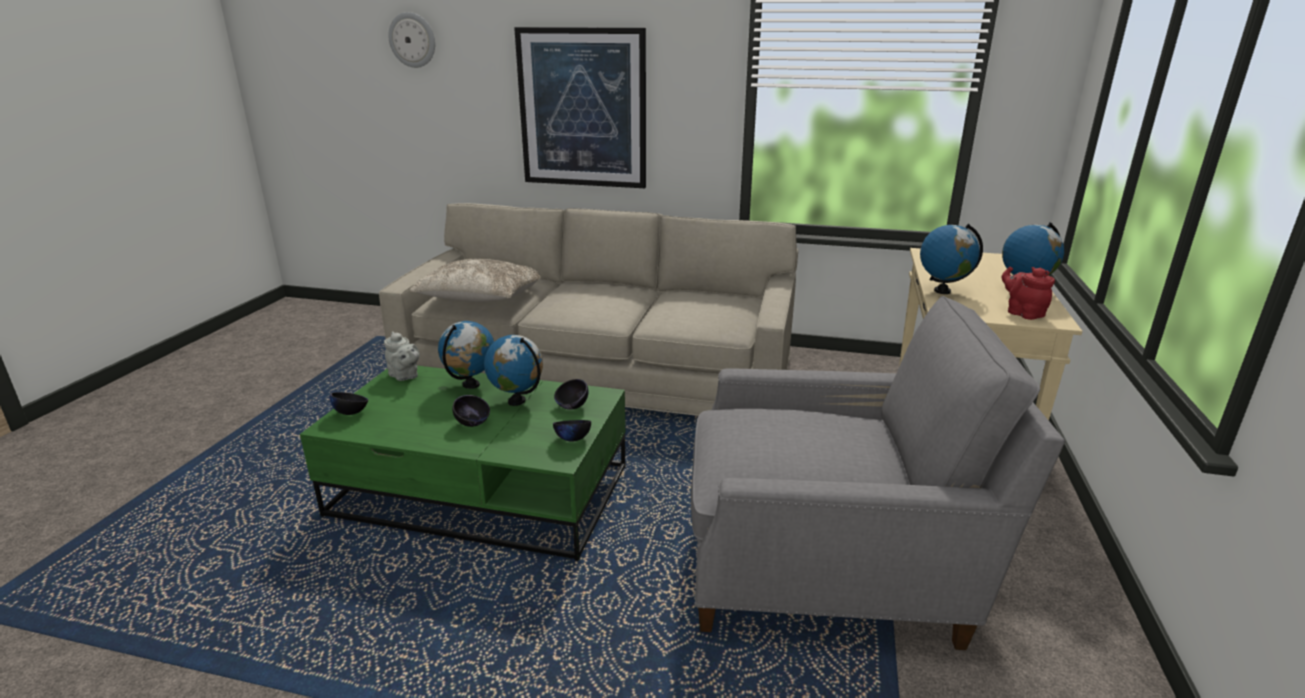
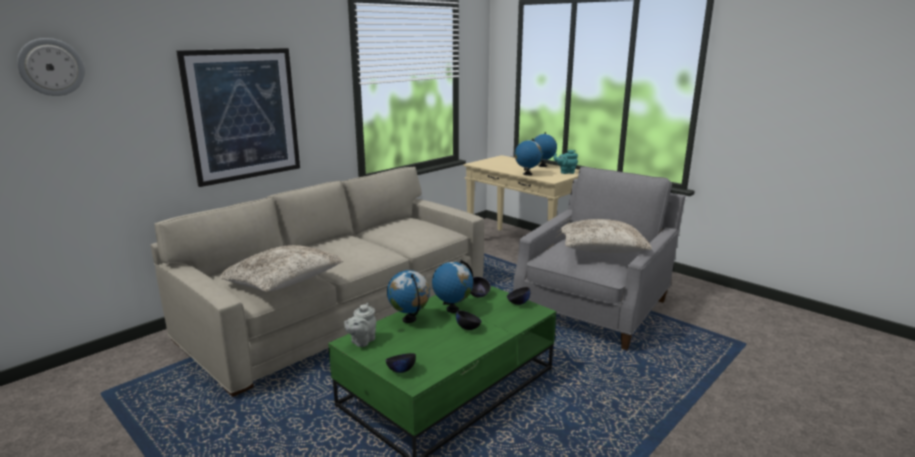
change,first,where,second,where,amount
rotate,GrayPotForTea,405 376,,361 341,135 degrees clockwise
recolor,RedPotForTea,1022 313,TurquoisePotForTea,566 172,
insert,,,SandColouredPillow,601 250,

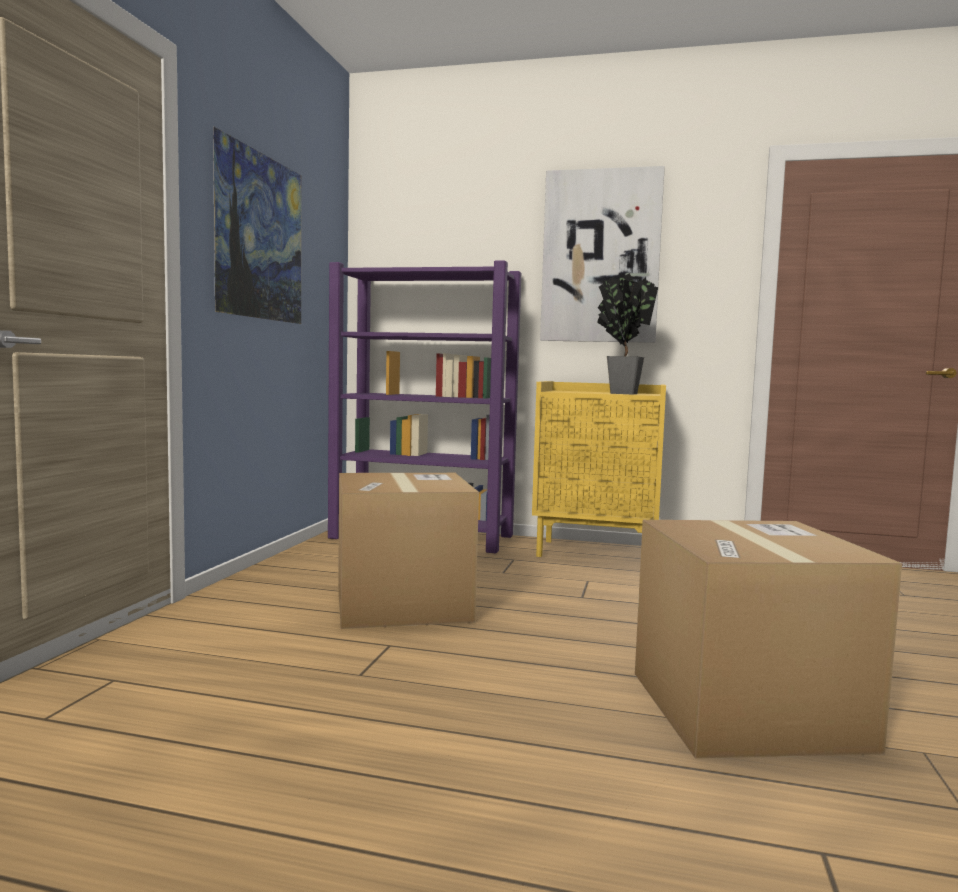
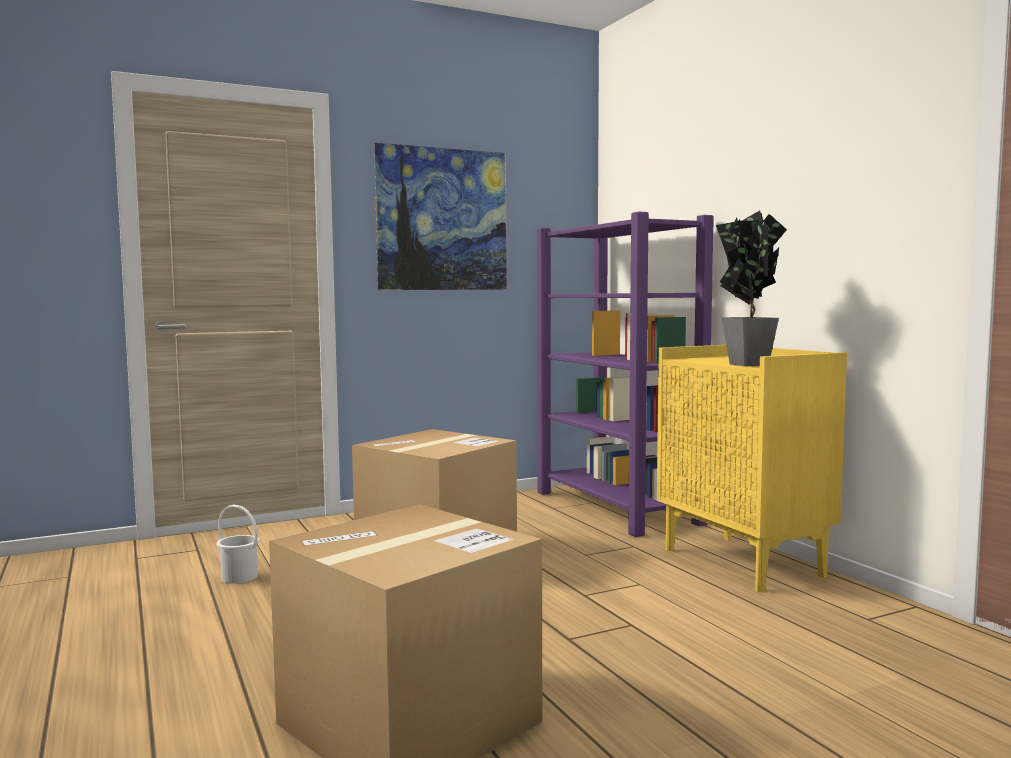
change,first,where,second,where,amount
delete,WallPicture,600 257,,,
insert,,,WhiteWaterBucket,239 577,

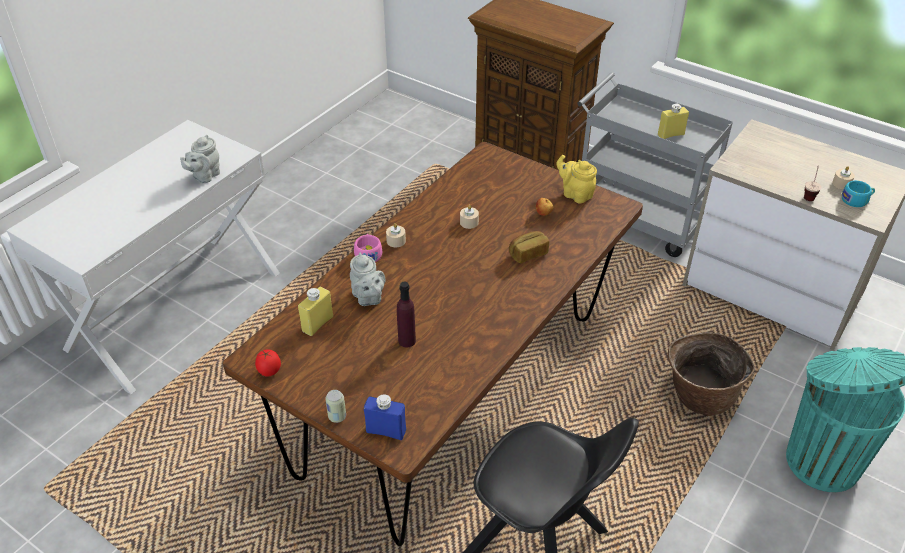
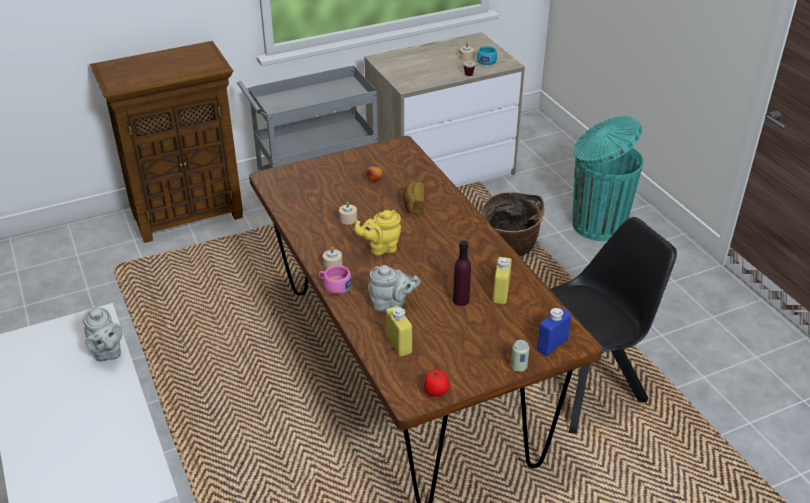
change,first,where,second,where,amount
move,YellowColouredPotForTea,575 194,,380 248,
move,YellowColouredDrinkBottle,670 135,,501 293,

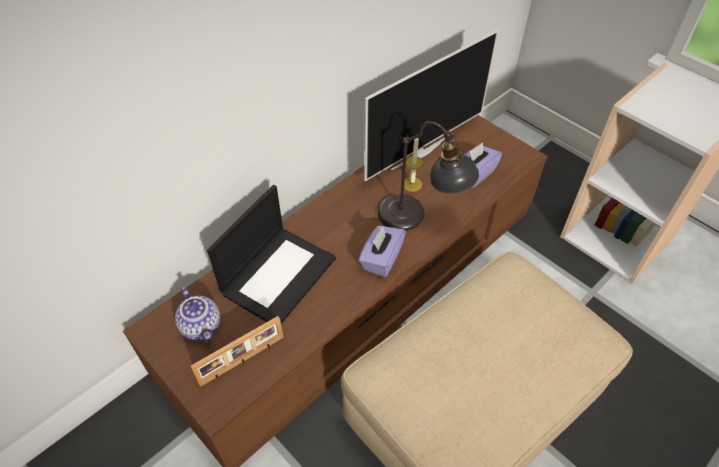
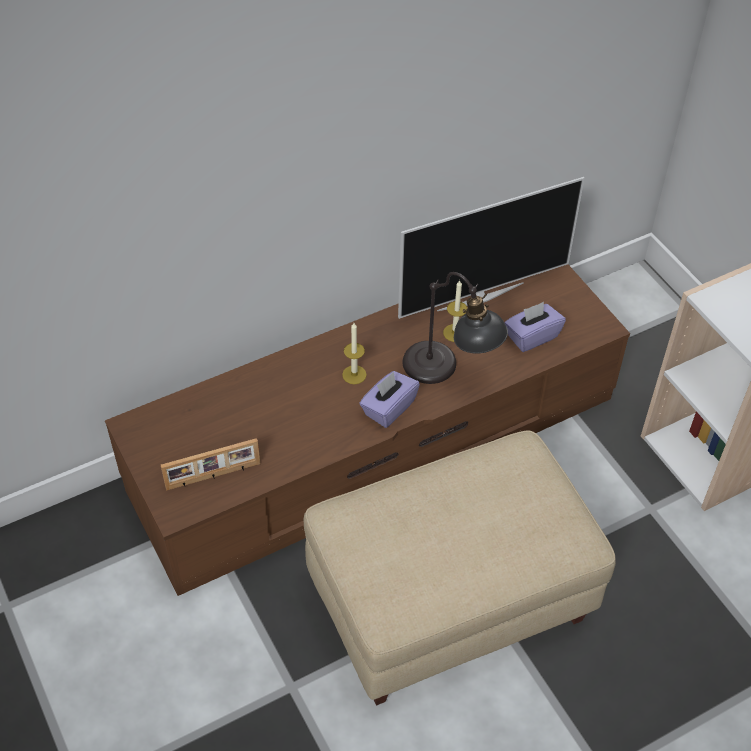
change,first,where,second,where,amount
delete,PotForTea,202 326,,,
delete,NotebookComputer,279 274,,,
insert,,,WaxCandle,354 374,

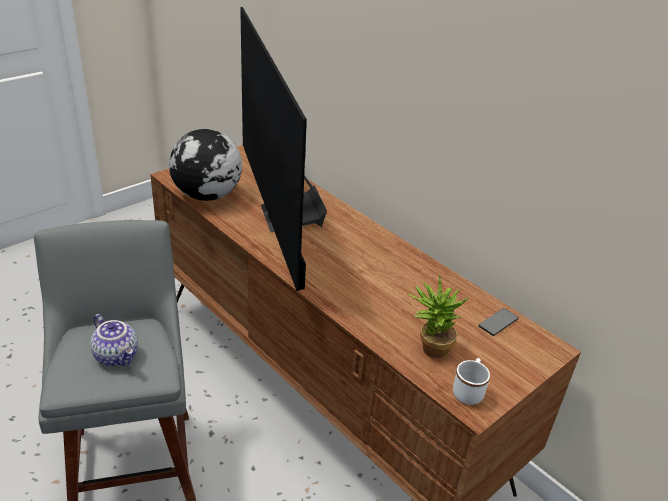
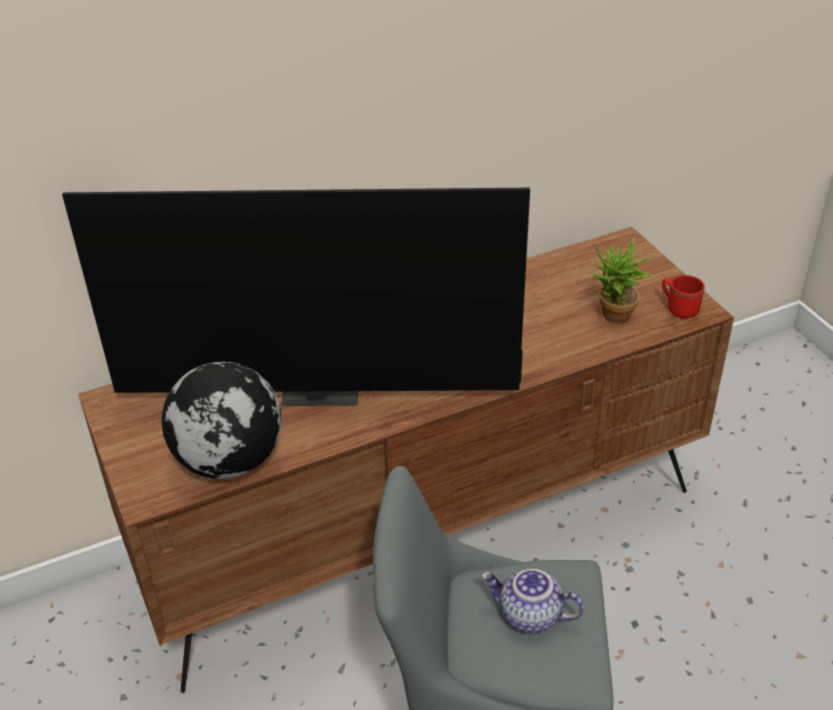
change,first,where,second,where,amount
rotate,PotForTea,117 355,,529 617,135 degrees counterclockwise
recolor,WhiteTeaMug,469 391,RedTeaMug,678 308,
delete,Phone,498 322,,,

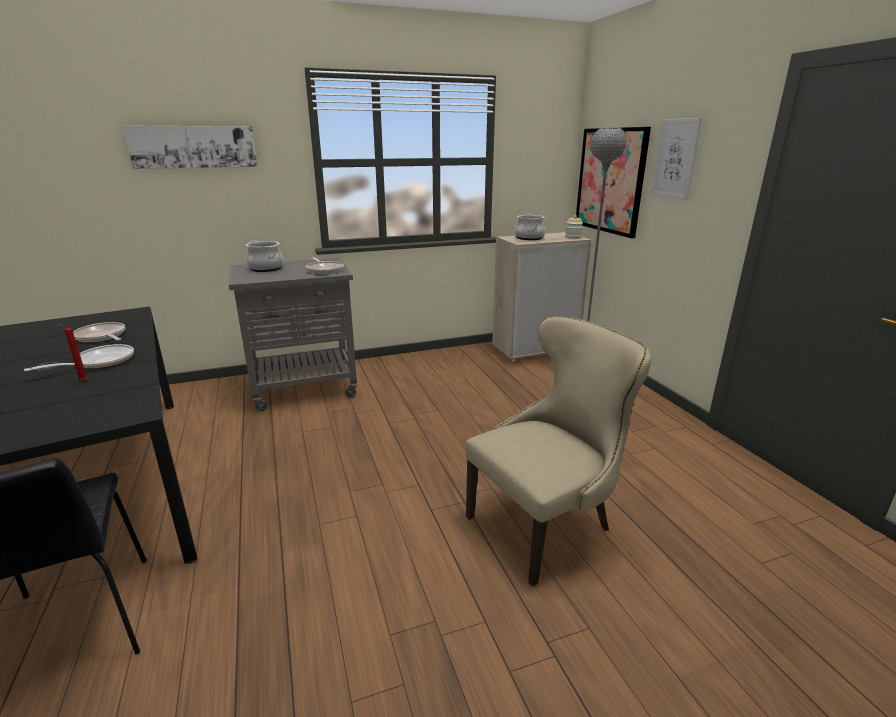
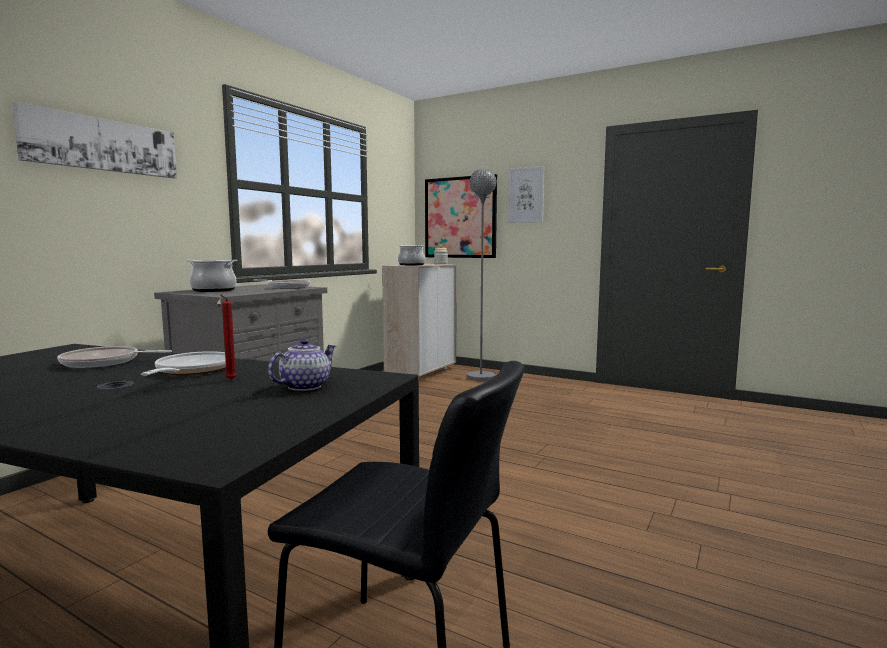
change,first,where,second,where,amount
delete,SandColouredPlainChair,545 525,,,
insert,,,PotForTea,304 386,

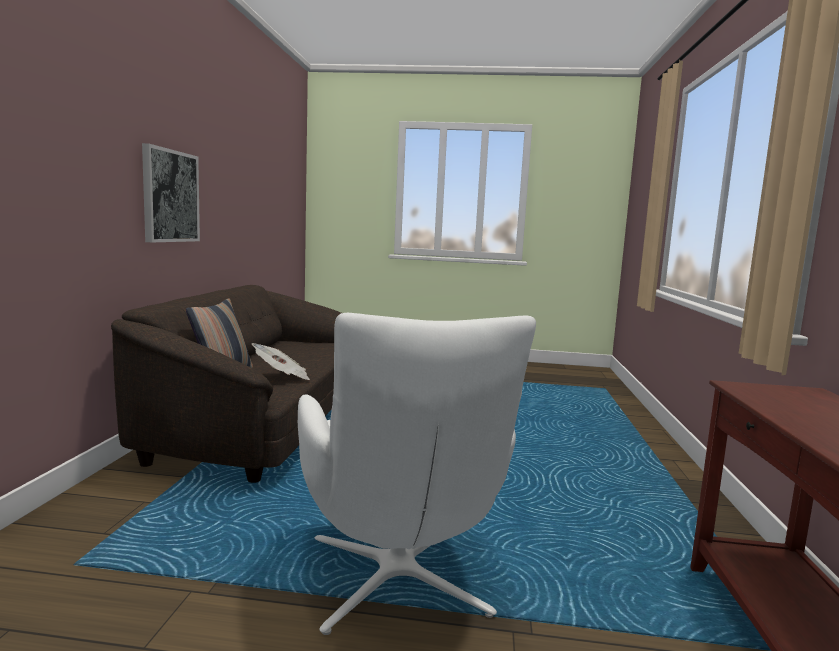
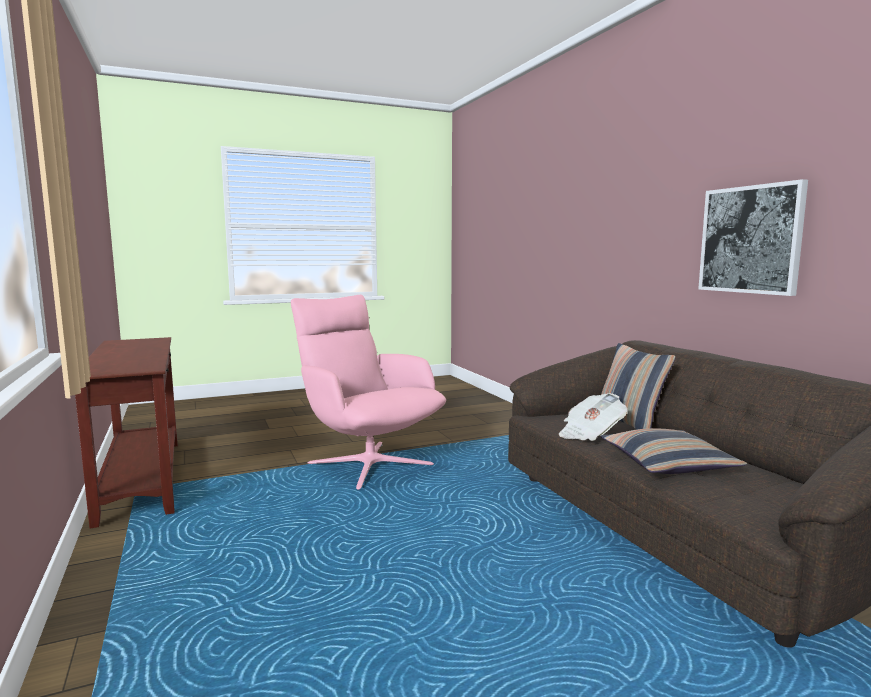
change,first,where,second,where,amount
recolor,WhiteArmchair,397 579,PinkishArmchair,368 464,
insert,,,Pillow,667 464,

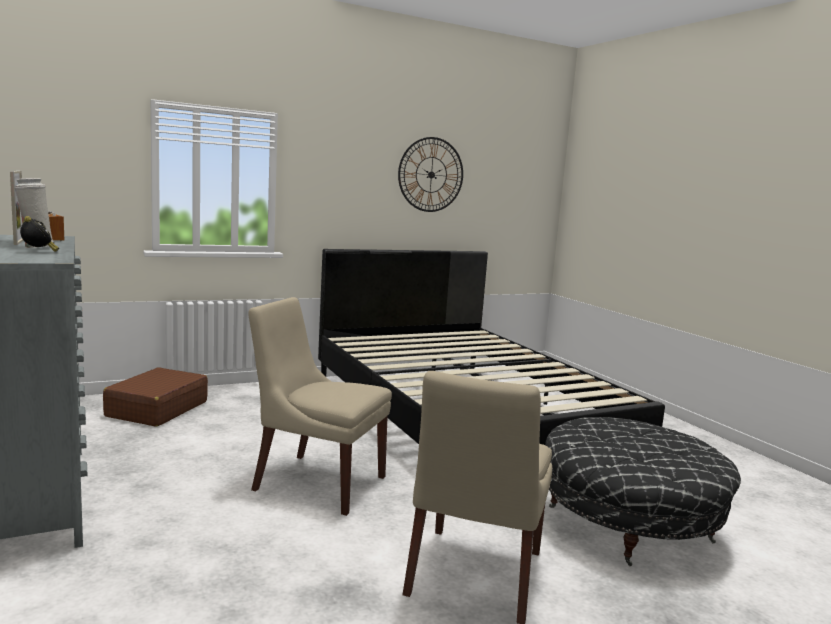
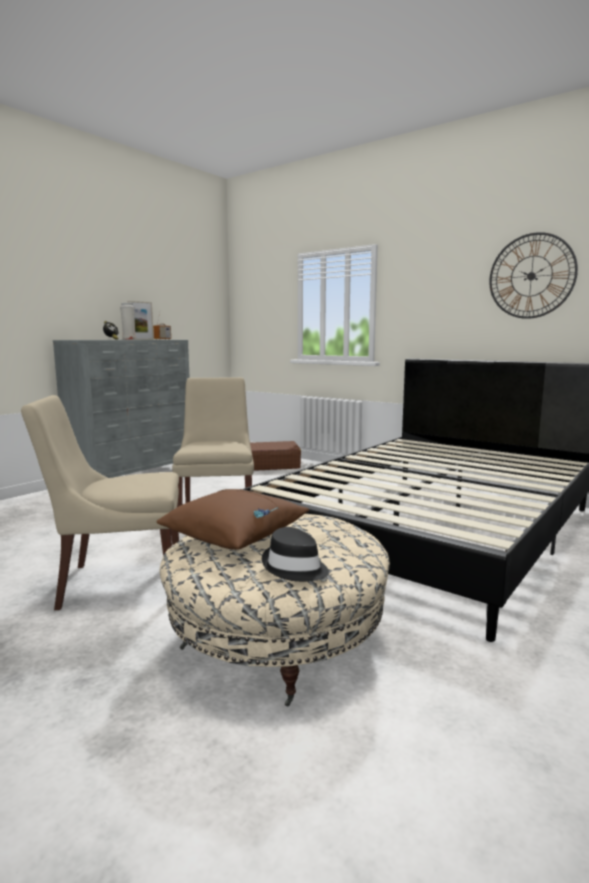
change,first,where,second,where,amount
recolor,BlackColouredOttoman,628 525,SandColouredOttoman,277 640,
insert,,,BrownColouredPillow,234 536,
insert,,,BlackColouredHat,294 568,

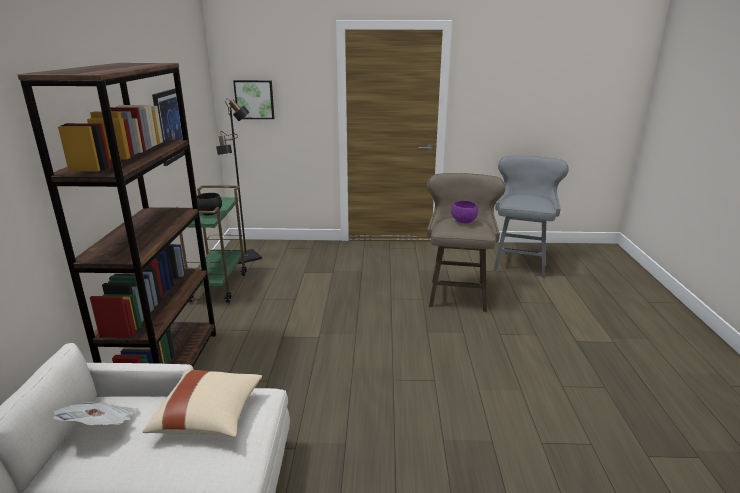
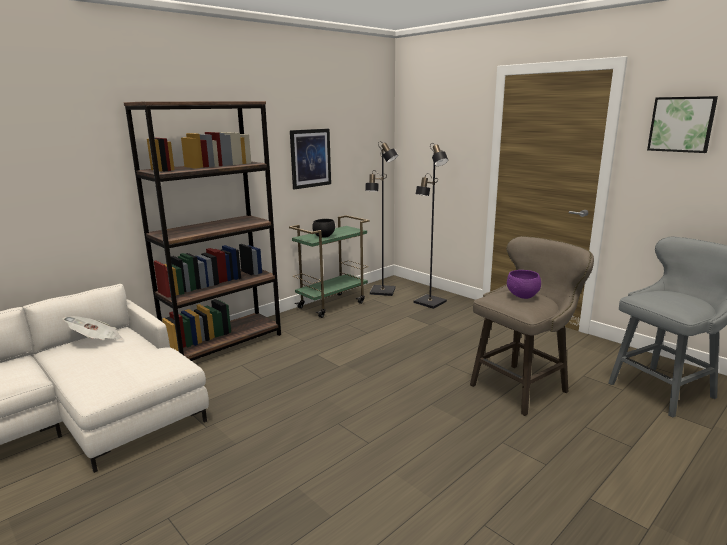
change,first,where,second,where,amount
delete,SandColouredPillow,209 416,,,
move,WallPicture,254 99,,681 124,
insert,,,BlackColouredFloorLamp,430 302,

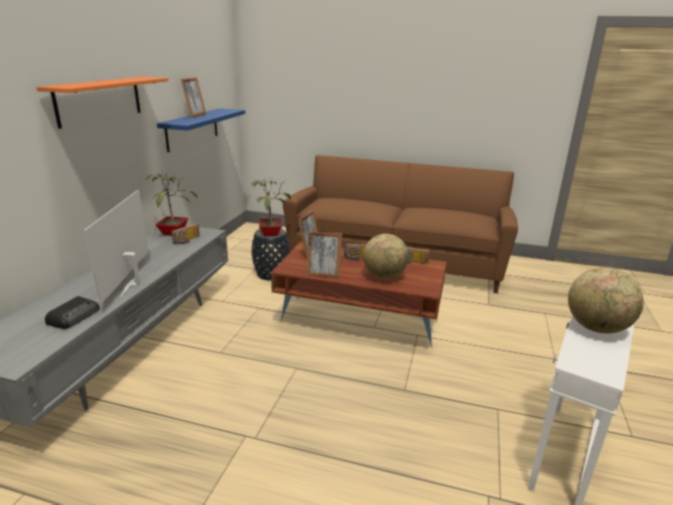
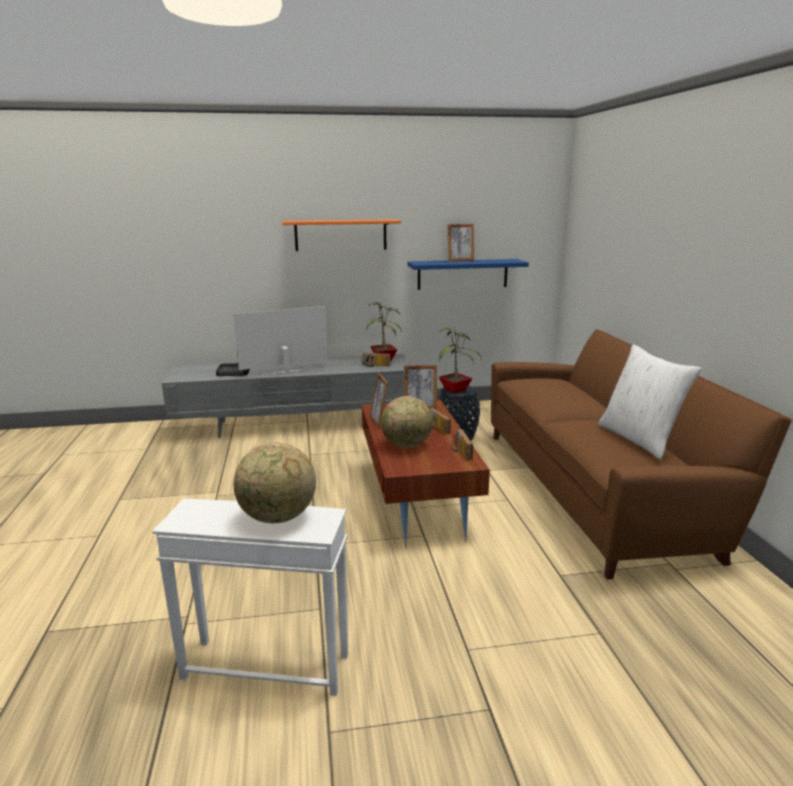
change,first,where,second,where,amount
insert,,,WhitePillow,639 439,

